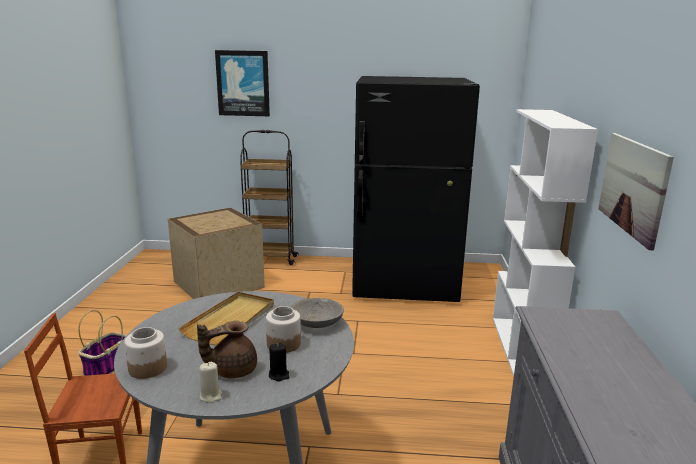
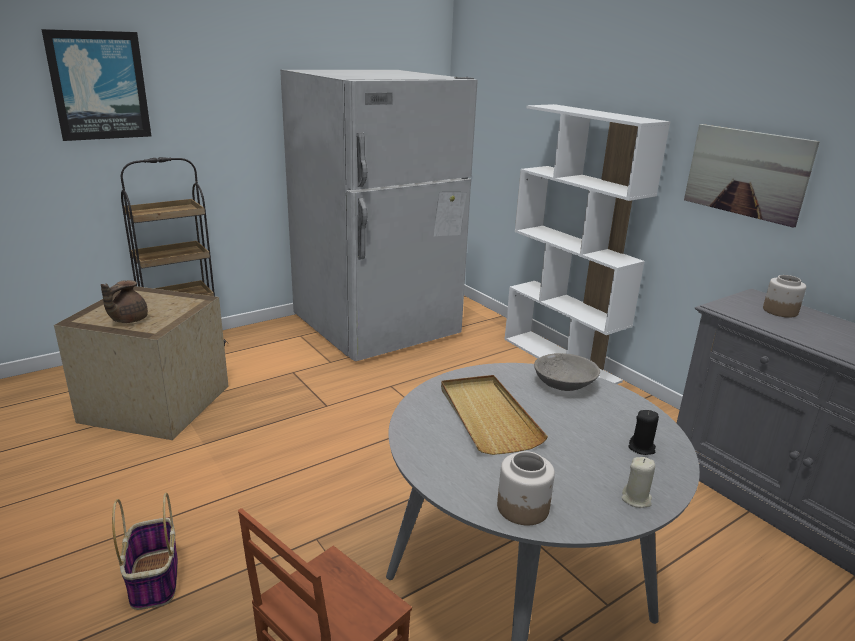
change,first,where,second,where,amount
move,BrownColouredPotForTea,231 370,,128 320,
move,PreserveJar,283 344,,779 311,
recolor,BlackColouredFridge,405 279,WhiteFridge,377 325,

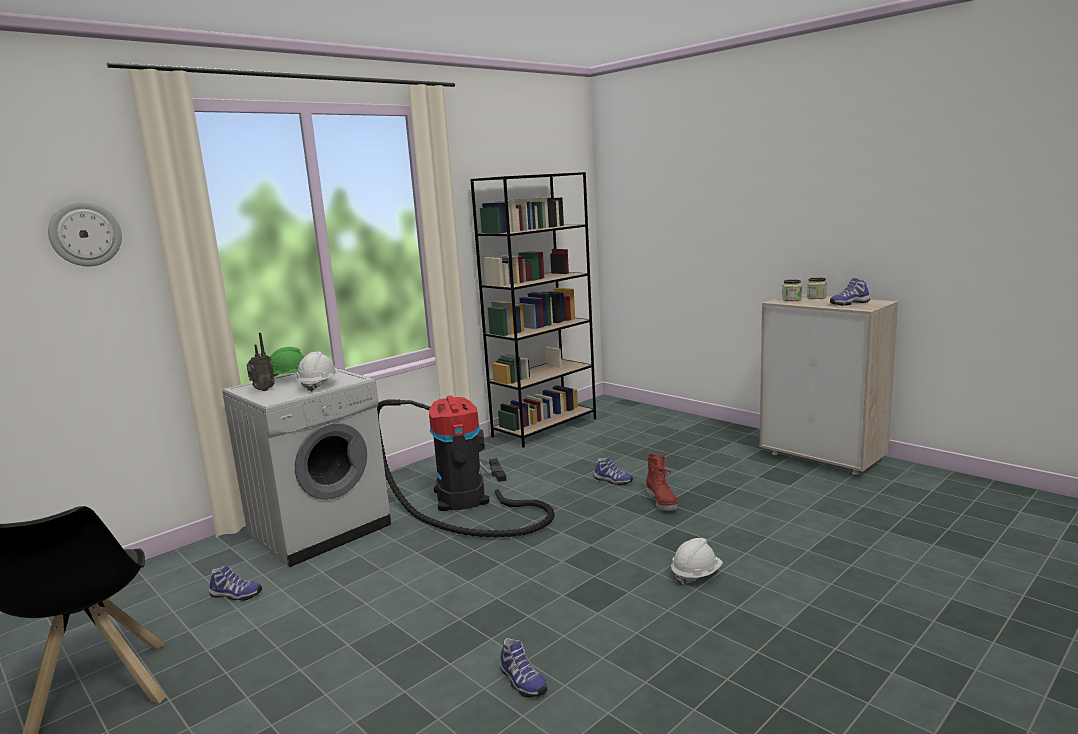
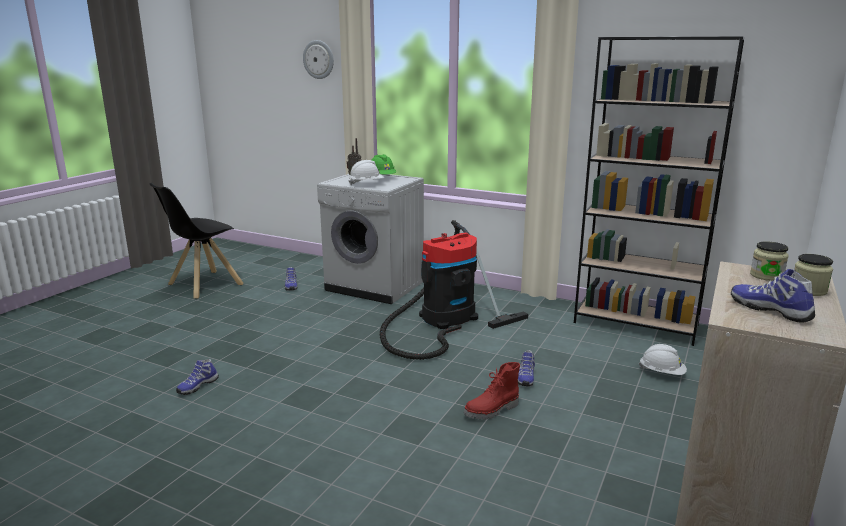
change,first,where,second,where,amount
move,WhiteSafetyHelmet,696 575,,662 373,

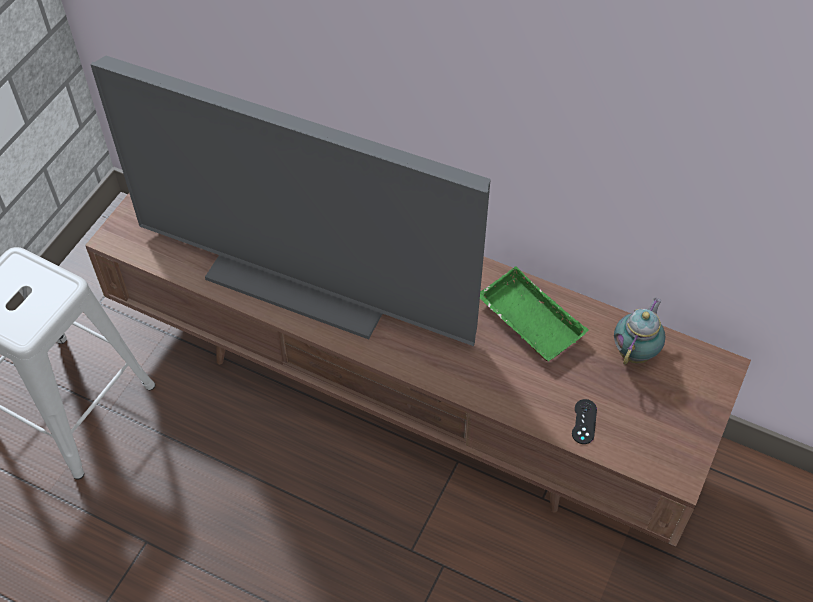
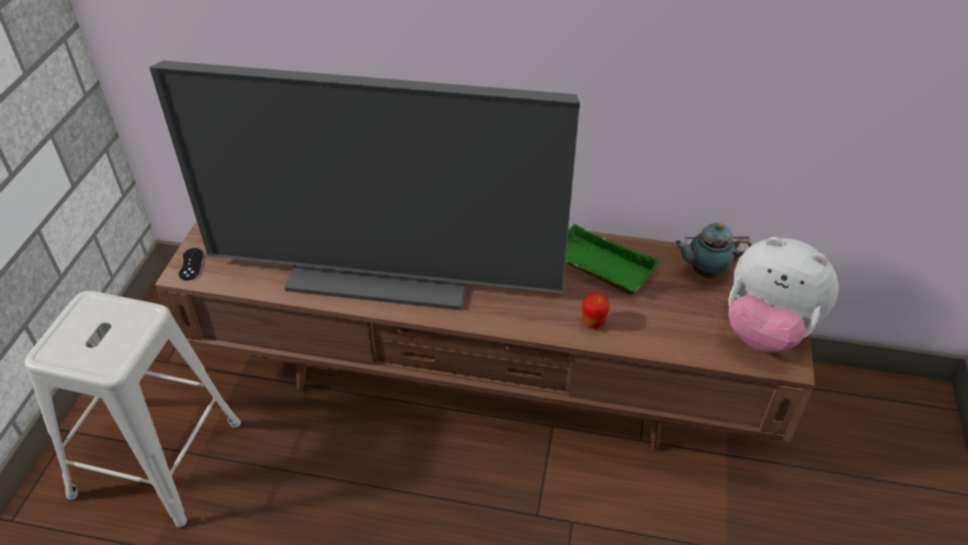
change,first,where,second,where,amount
move,BlackColouredJoypad,584 421,,191 264,
rotate,PotForTea,636 351,,704 272,105 degrees counterclockwise
insert,,,Apple,593 323,
insert,,,CuddlyToy,766 330,

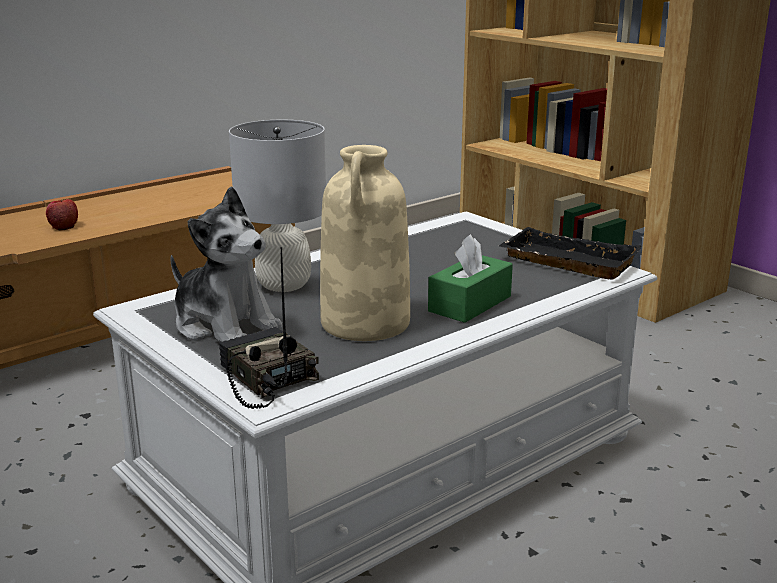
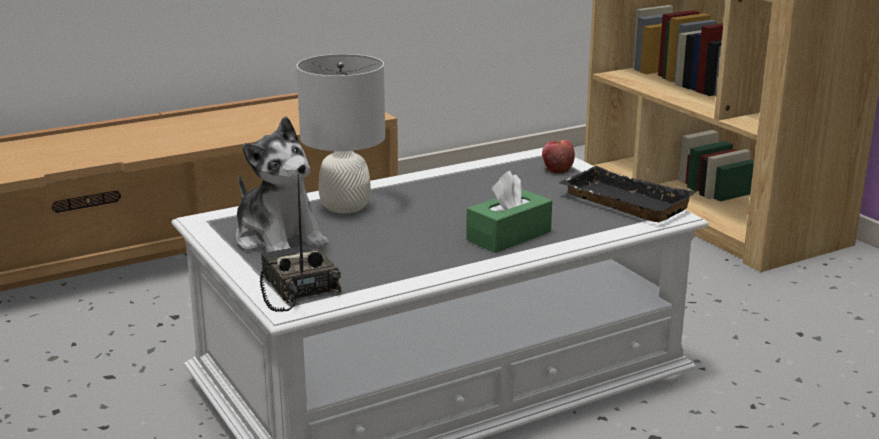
change,first,where,second,where,amount
move,Apple,63 226,,557 169,
delete,SandColouredVase,366 324,,,

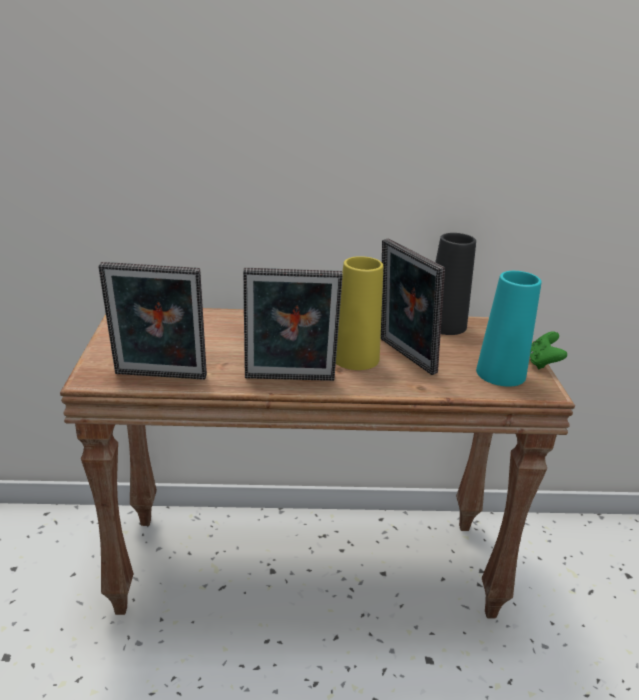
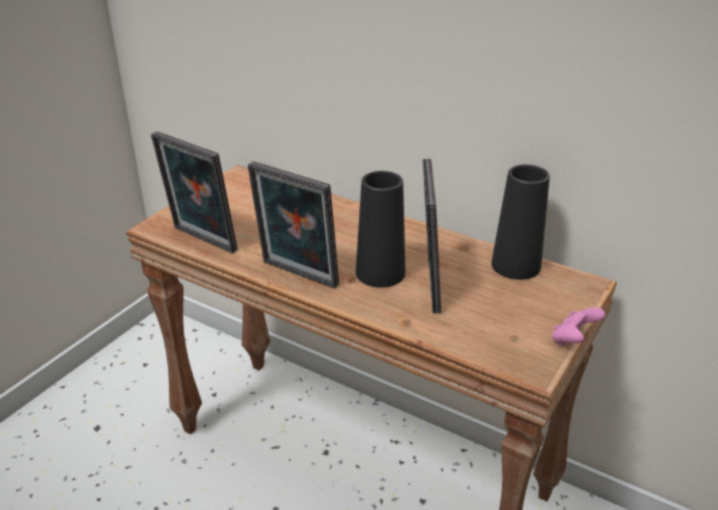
change,first,where,second,where,amount
recolor,YellowColouredVase,355 358,BlackColouredVase,380 273,
delete,TurquoiseVase,500 373,,,
recolor,GreenJoypad,542 363,PinkishJoypad,573 340,

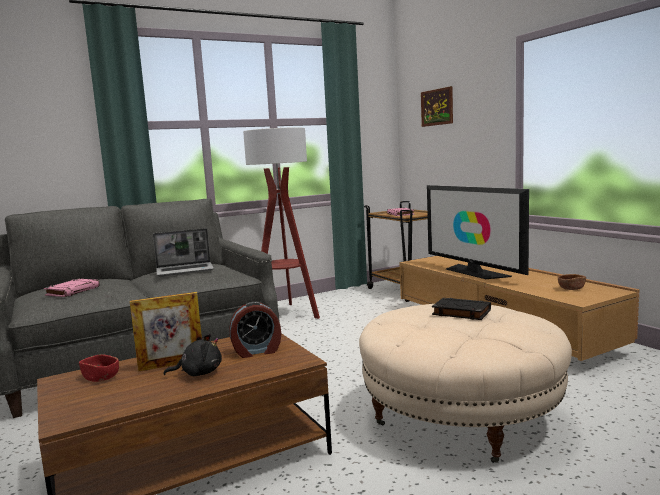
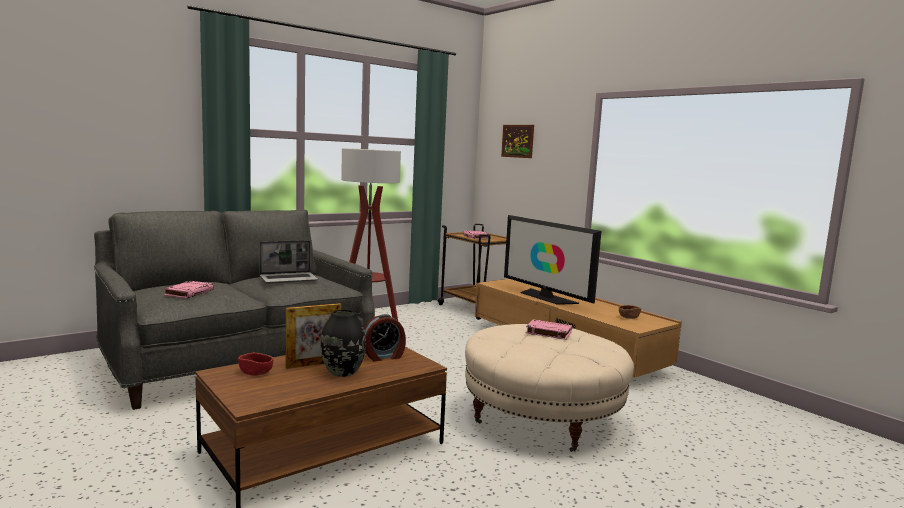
change,first,where,second,where,amount
replace,BlackColouredCuddlyToy,198 373,BlackColouredVase,342 372,
recolor,BlackColouredBook,460 312,PinkishBook,548 333,

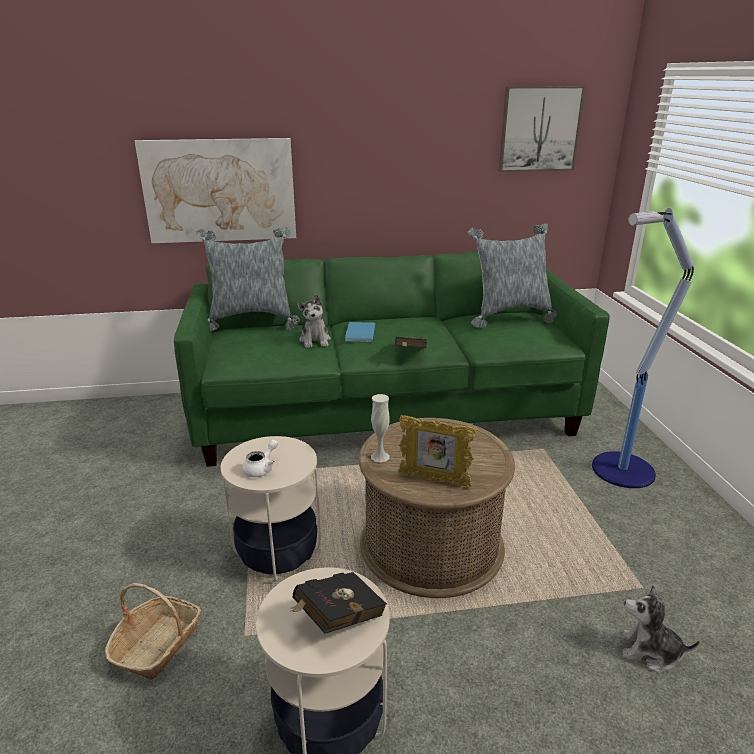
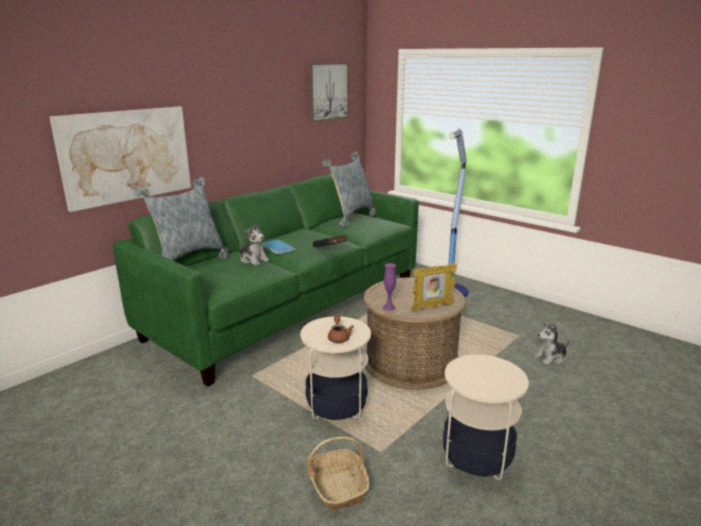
change,first,where,second,where,amount
recolor,WhitePotForTea,261 468,BrownColouredPotForTea,339 337,
delete,BlackColouredBook,336 618,,,
recolor,WhiteVase,380 456,PurplishVase,389 307,

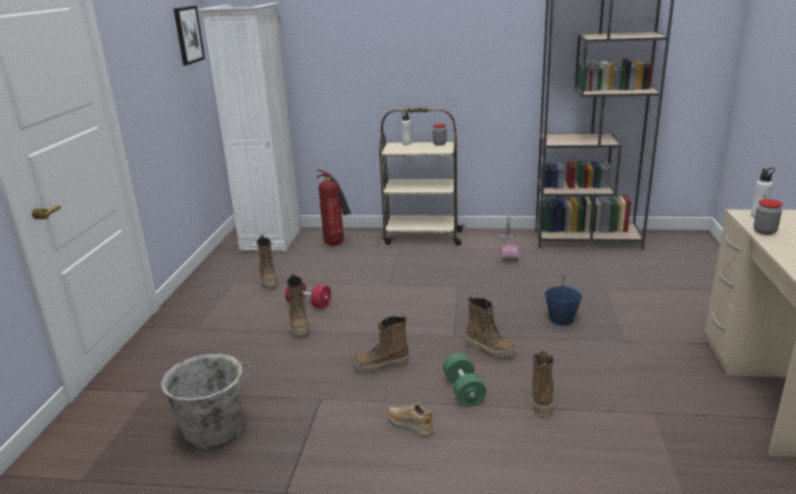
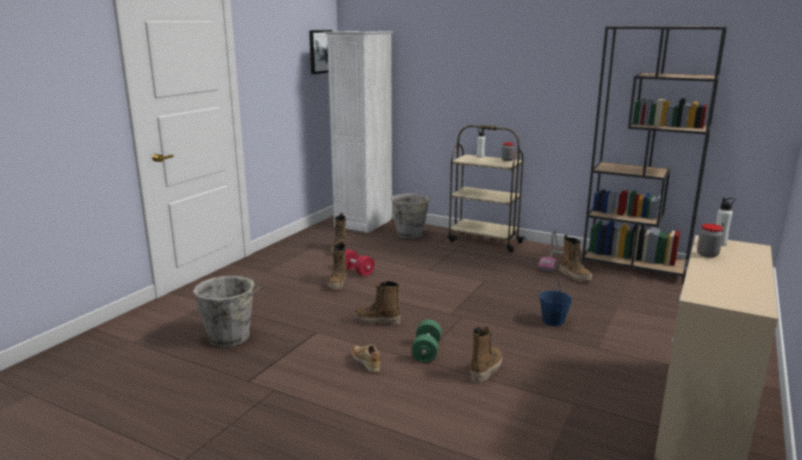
change,first,where,second,where,amount
replace,Extinguisher,336 244,GrayWaterBucket,410 234,
move,Boot,490 349,,574 276,

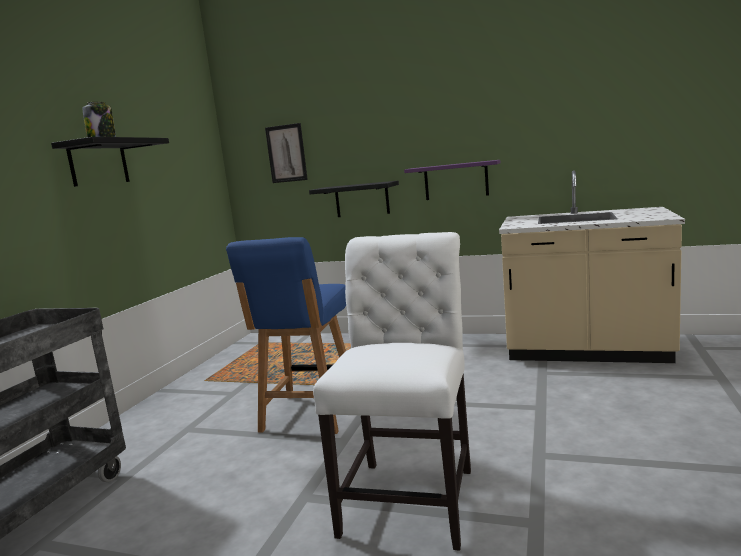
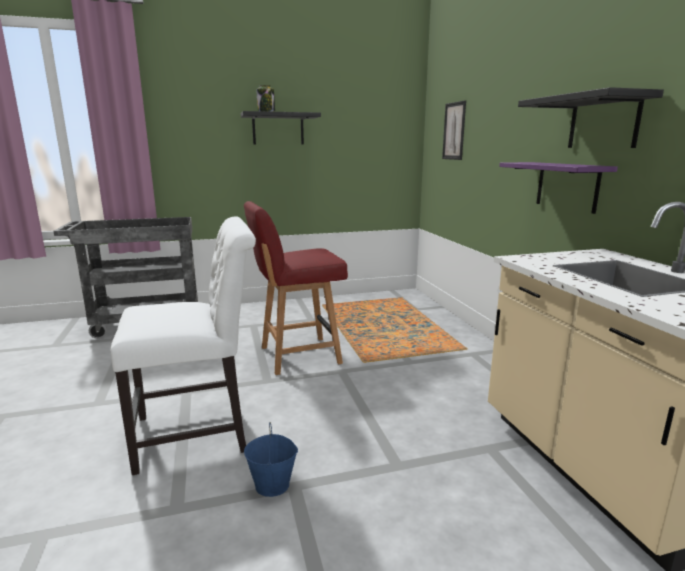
change,first,where,second,where,amount
recolor,BluePlainChair,309 415,RedPlainChair,298 355,
move,BlackColouredWallShelf,362 199,,603 122,
insert,,,BlueWaterBucket,273 485,

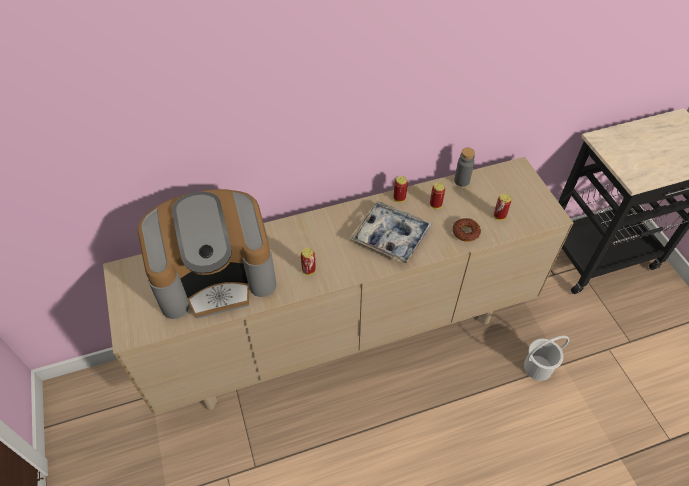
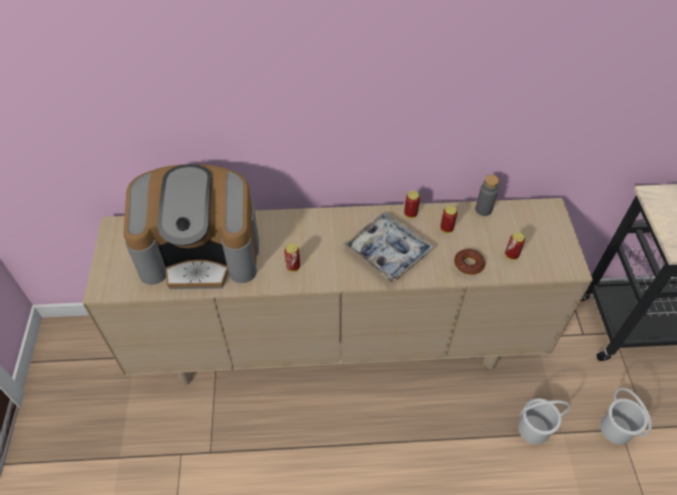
change,first,where,second,where,amount
insert,,,WhiteWaterBucket,616 429,

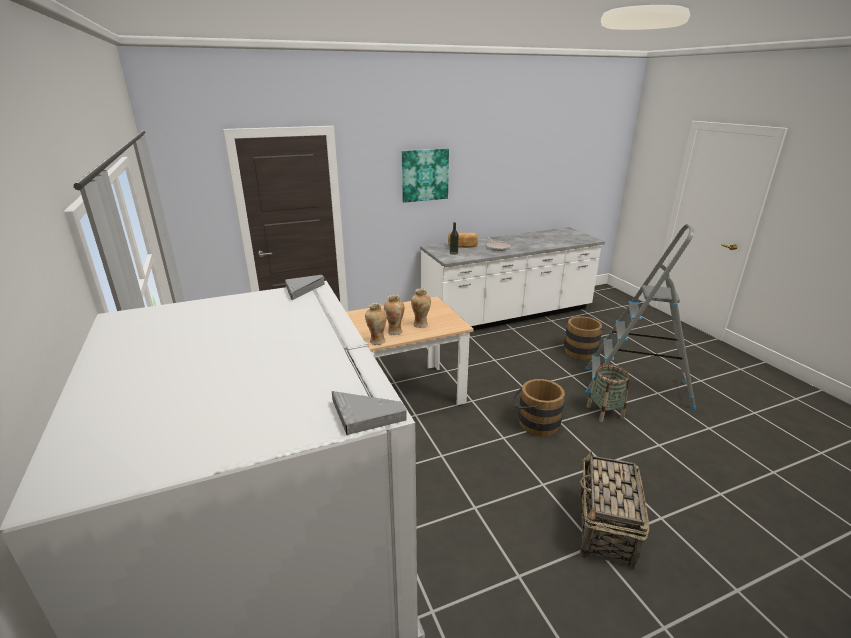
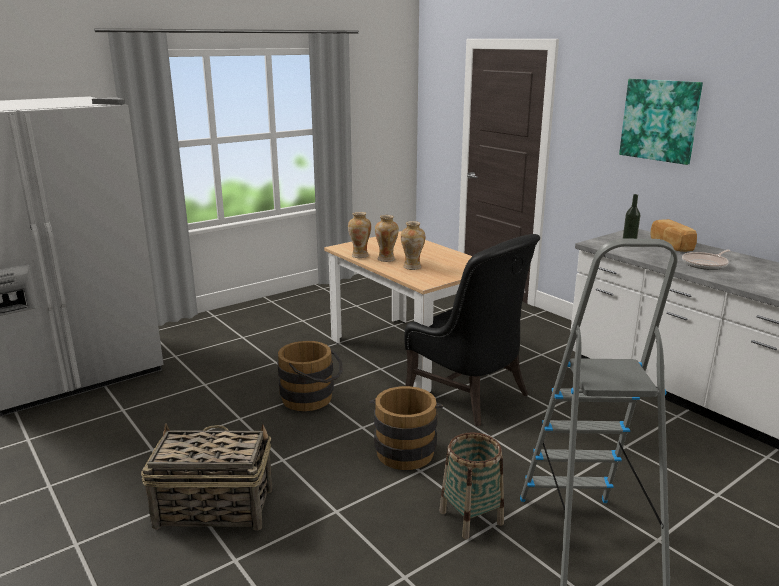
change,first,where,second,where,amount
move,BrownColouredWaterBucket,581 350,,312 399,
insert,,,BlackColouredPlainChair,469 394,

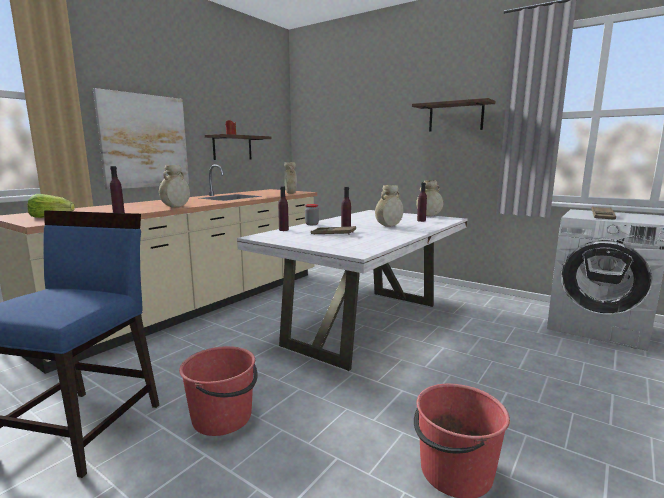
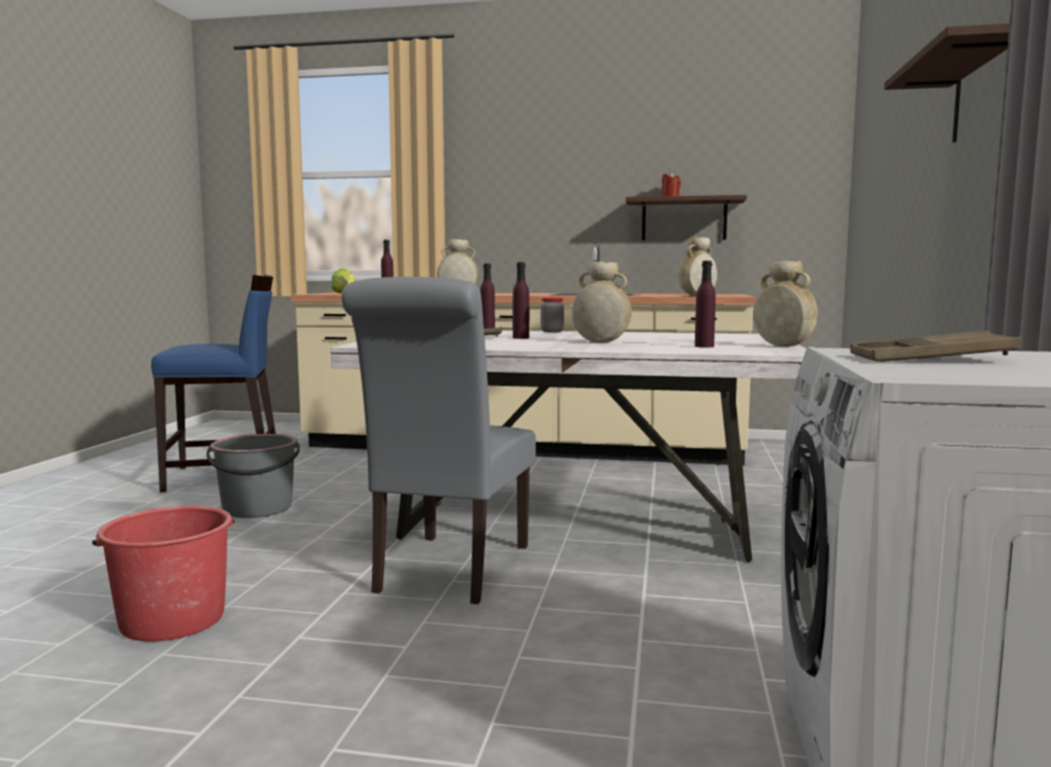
change,first,where,second,where,amount
delete,WallPicture,144 141,,,
recolor,RedWaterBucket,223 417,GrayWaterBucket,257 509,
insert,,,GrayPlainChair,448 571,

